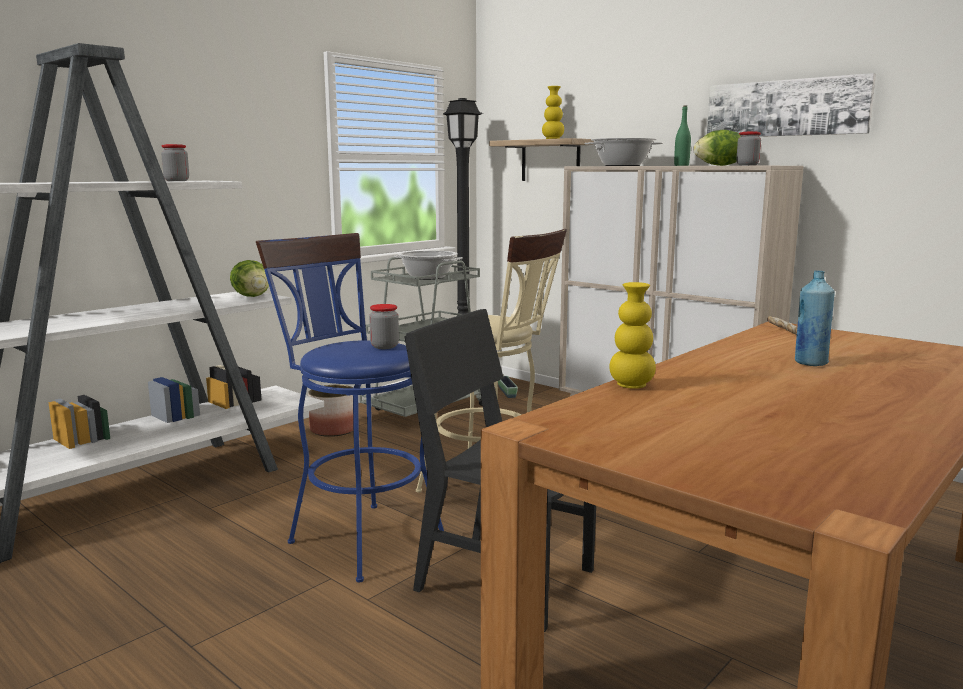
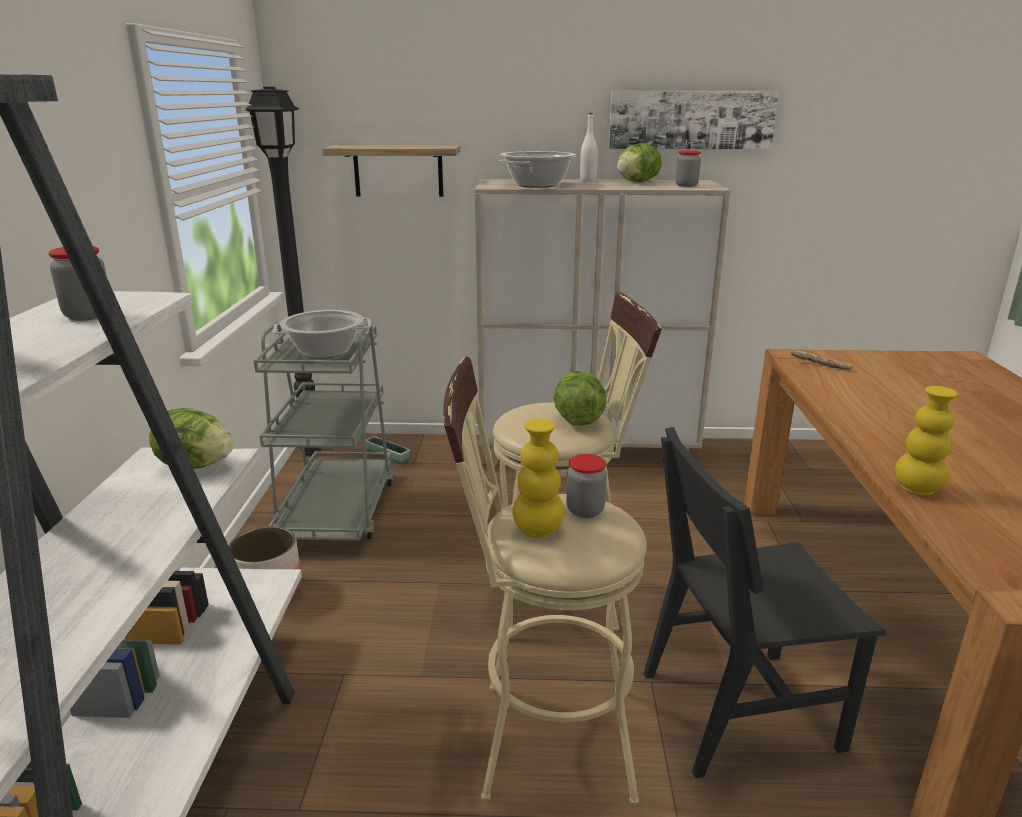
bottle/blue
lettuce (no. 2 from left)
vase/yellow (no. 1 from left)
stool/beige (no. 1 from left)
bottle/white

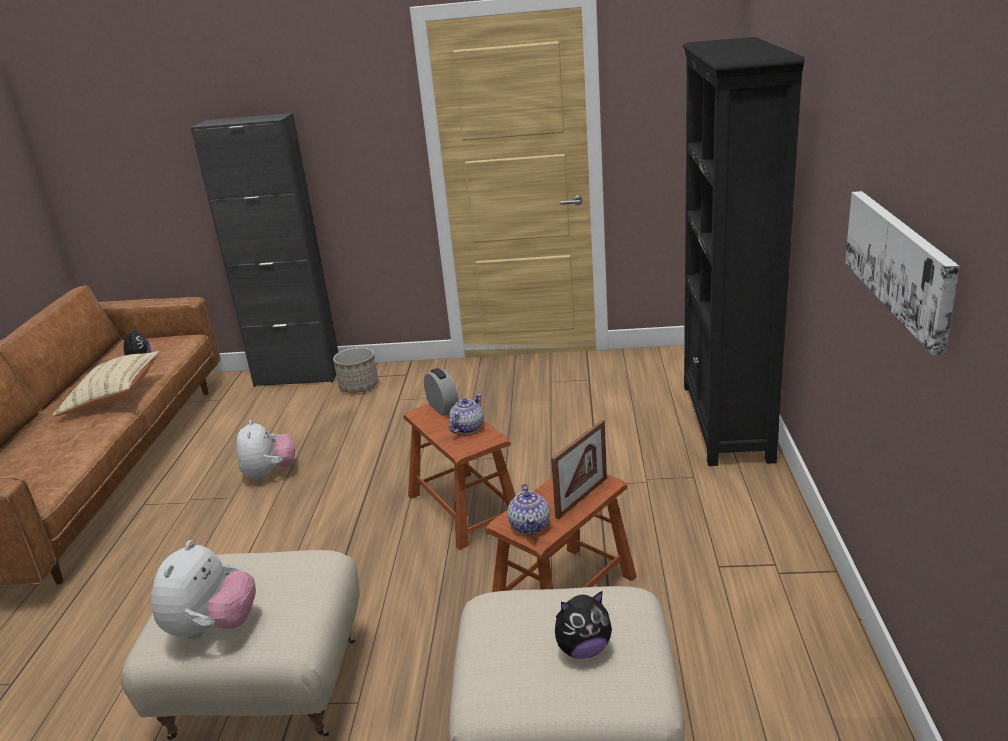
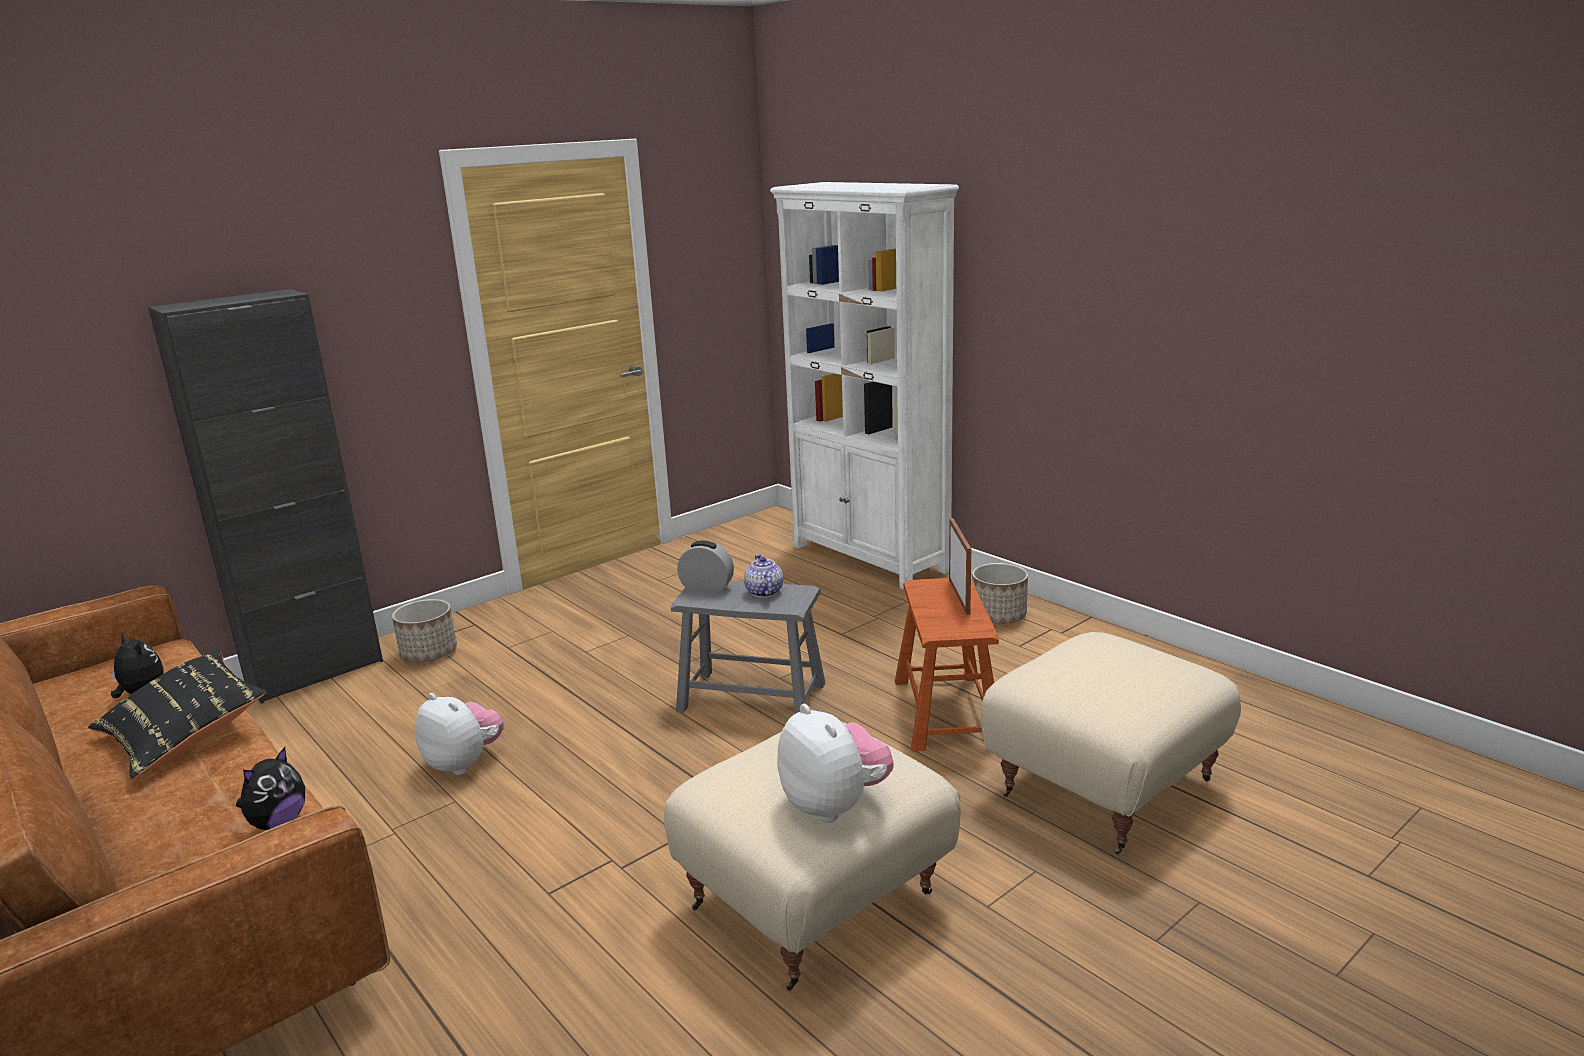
teapot (no. 2 from left in the first image)
picture
planter (no. 2 from left)
plush toy (no. 2 from left)
pillow/black
stool/grey
bookcase/white

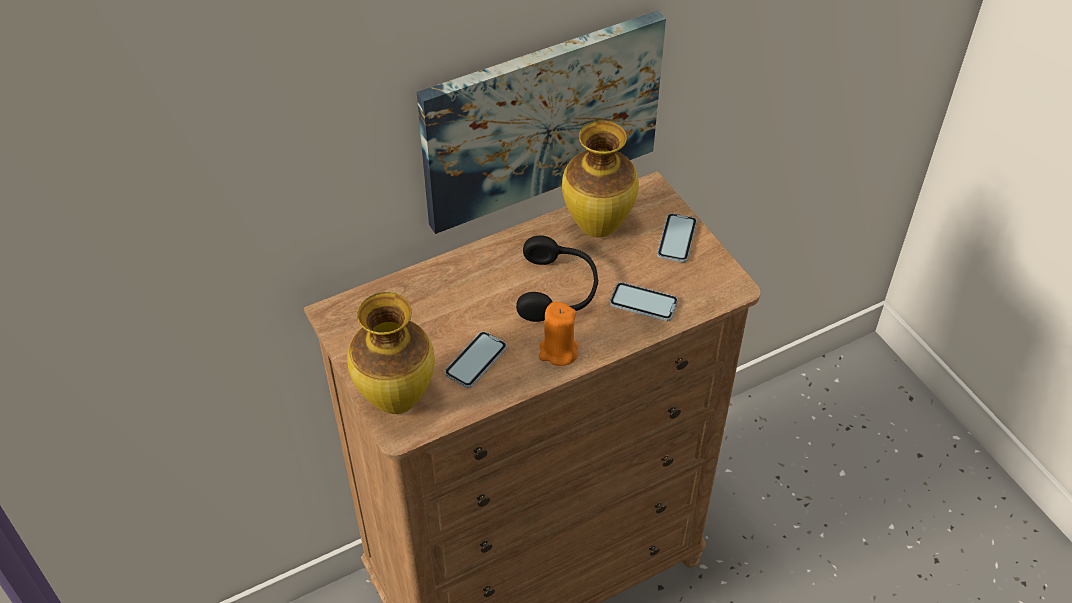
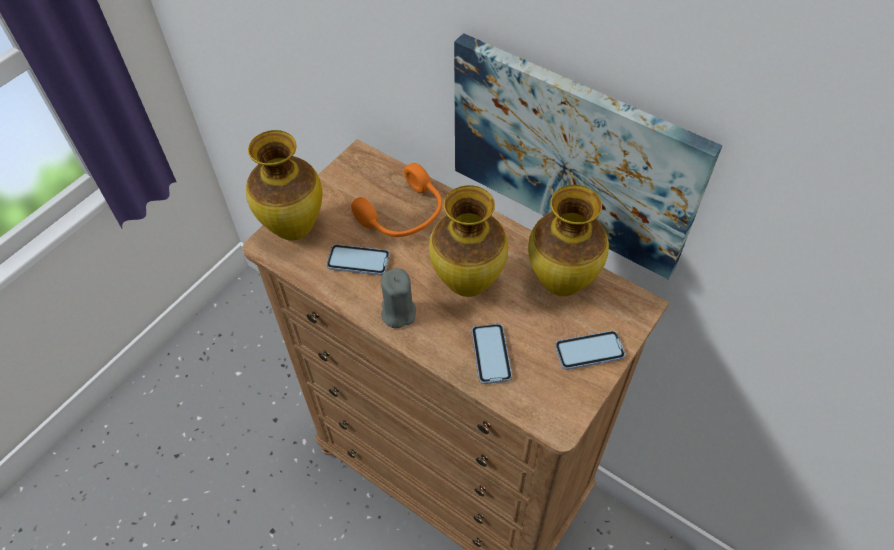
headphones/orange
vase (no. 2 from left)
candle/grey

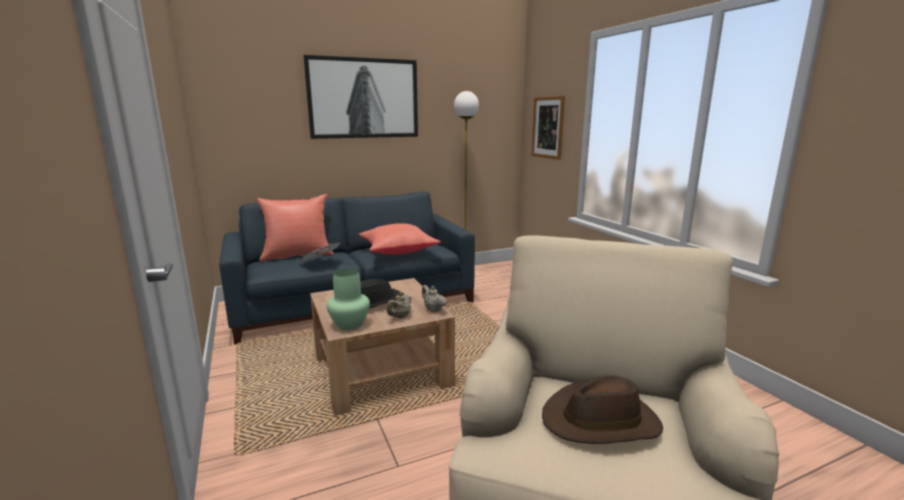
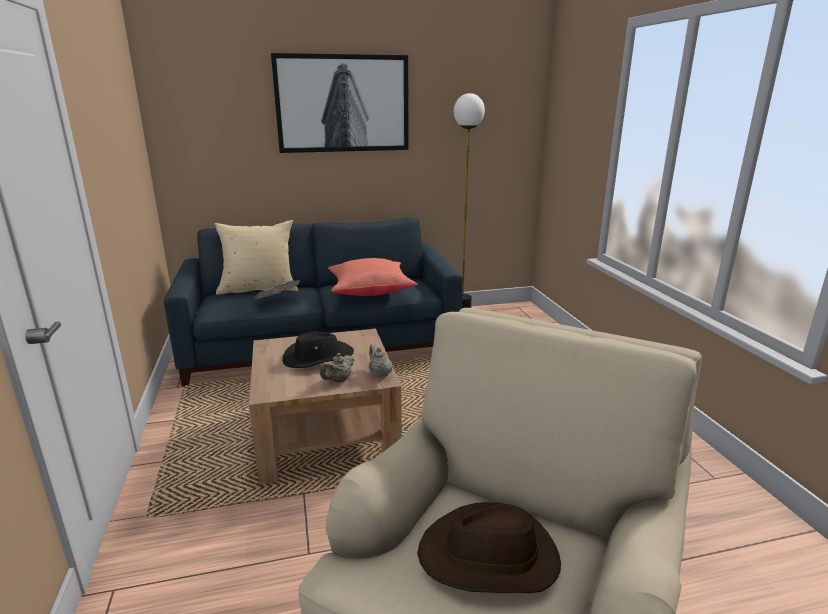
vase/green
picture (no. 2 from left in the first image)
pillow/beige

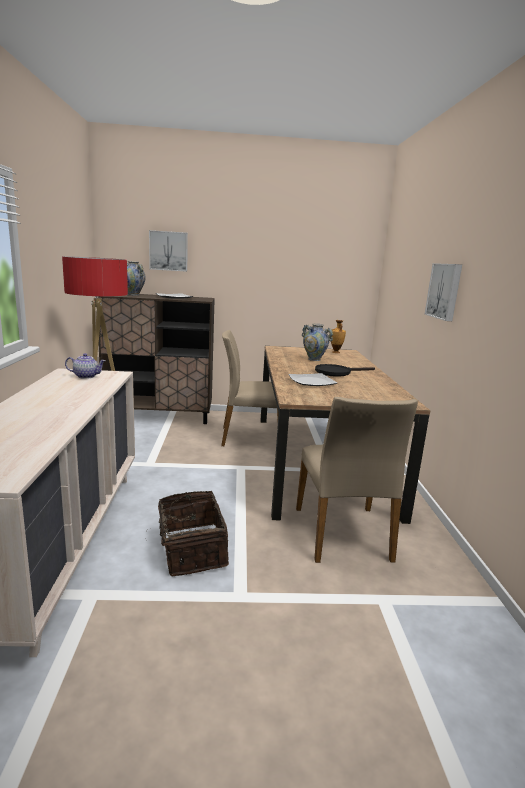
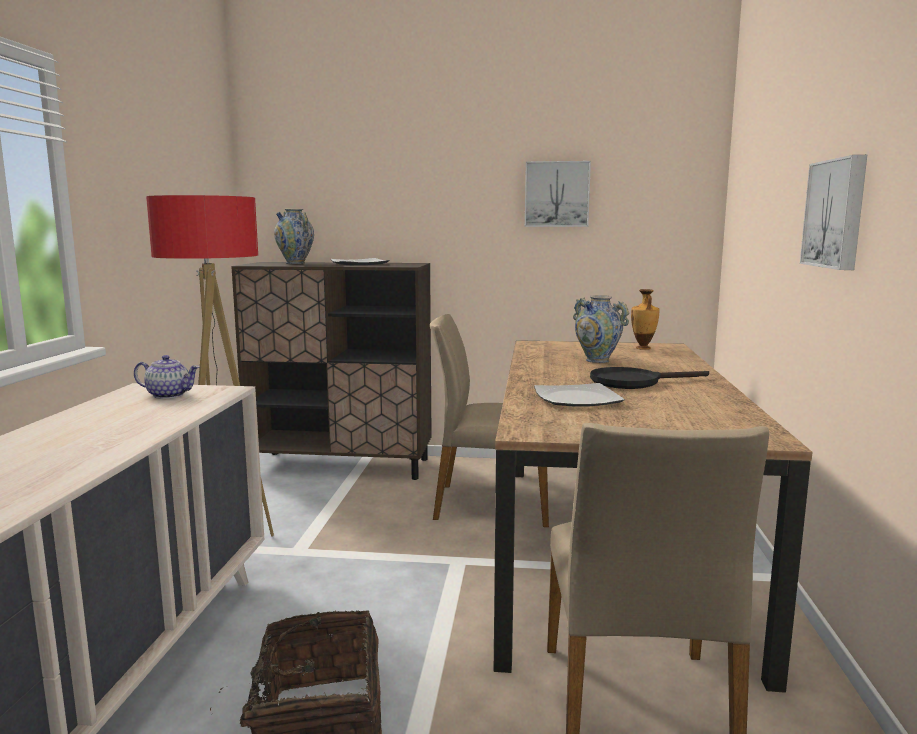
picture (no. 1 from left)

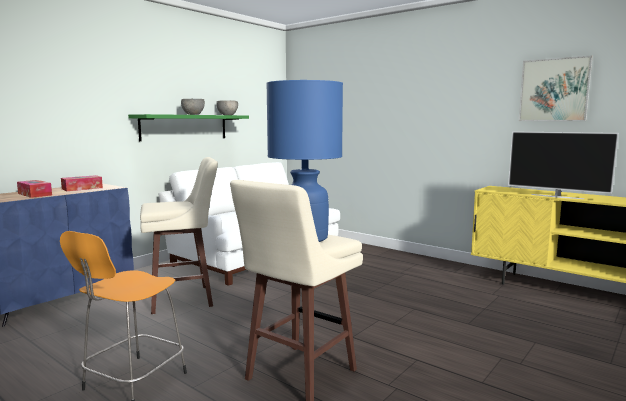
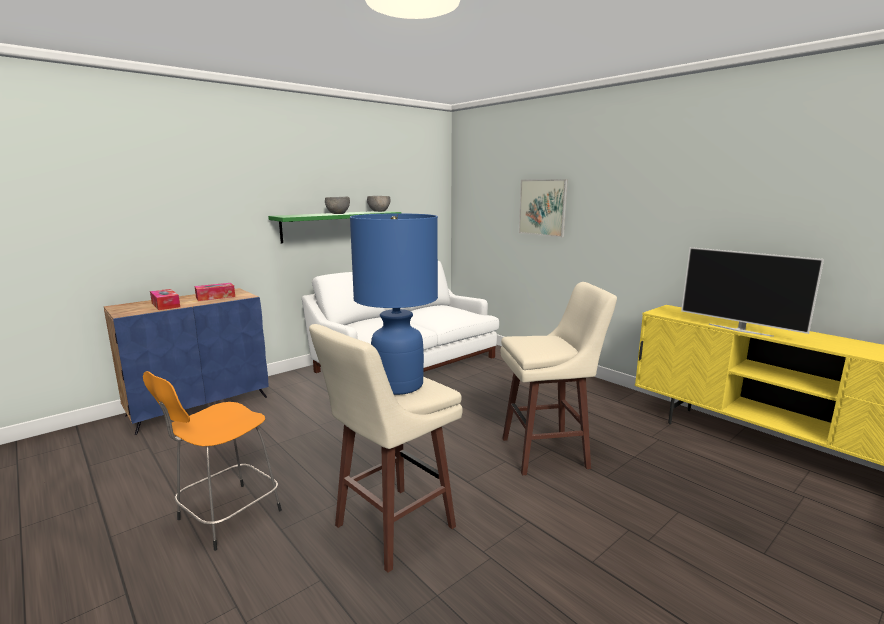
stool/beige (no. 2 from left)
picture

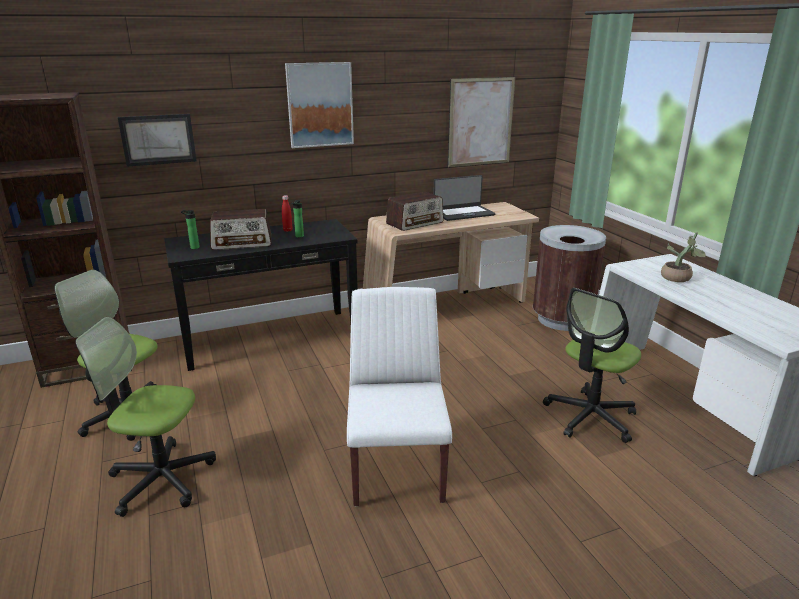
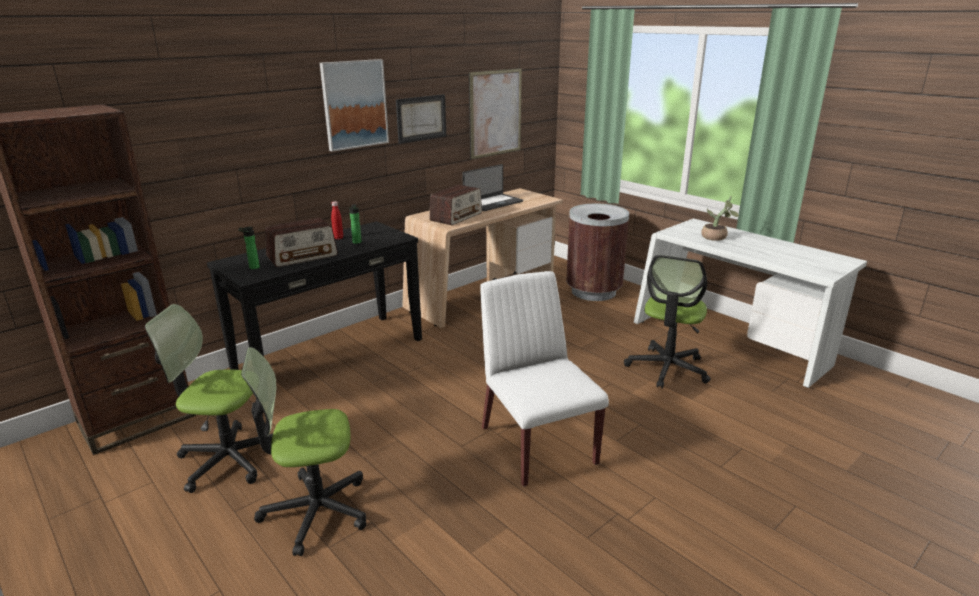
picture (no. 2 from left)

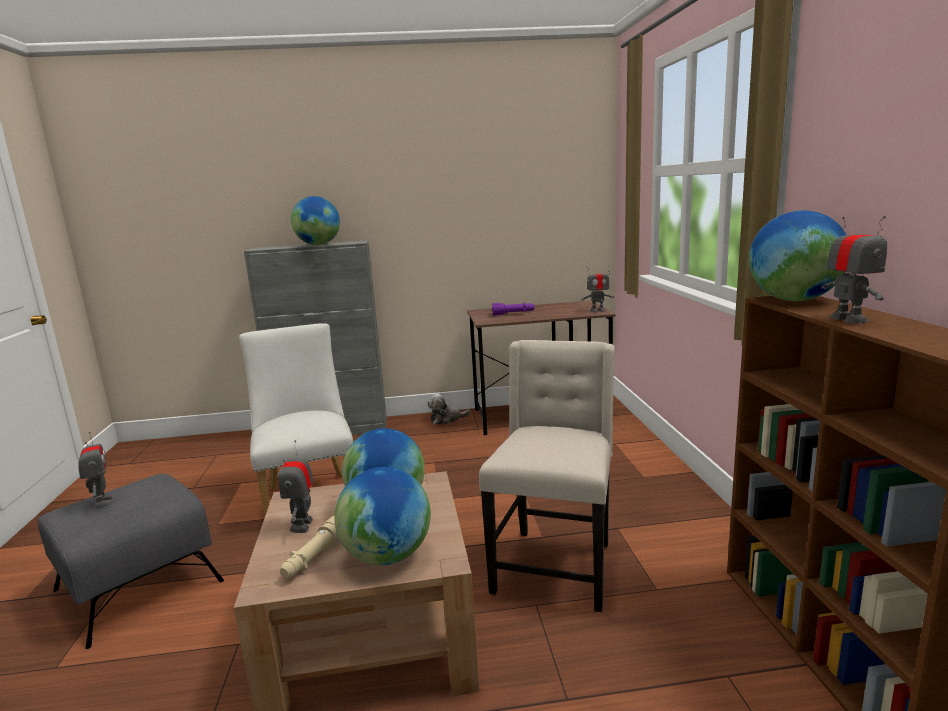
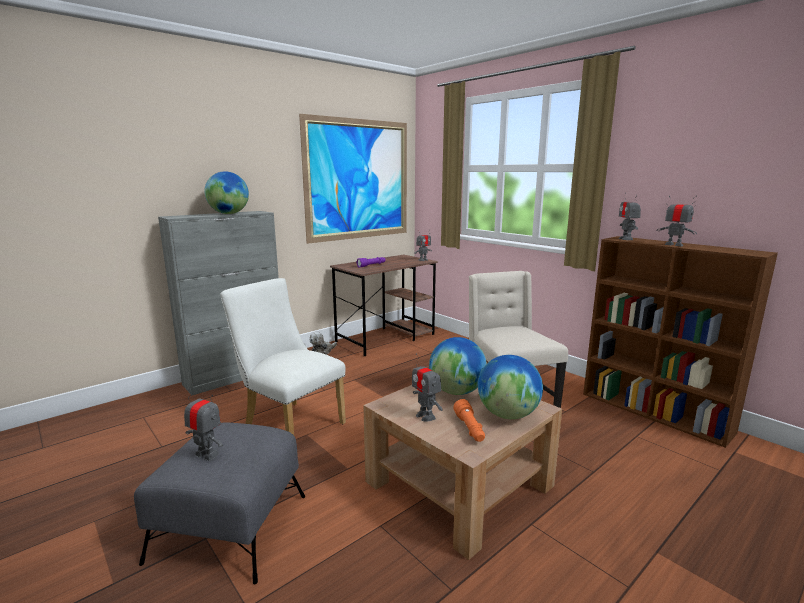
picture
toy robot (no. 4 from left)
flashlight/orange

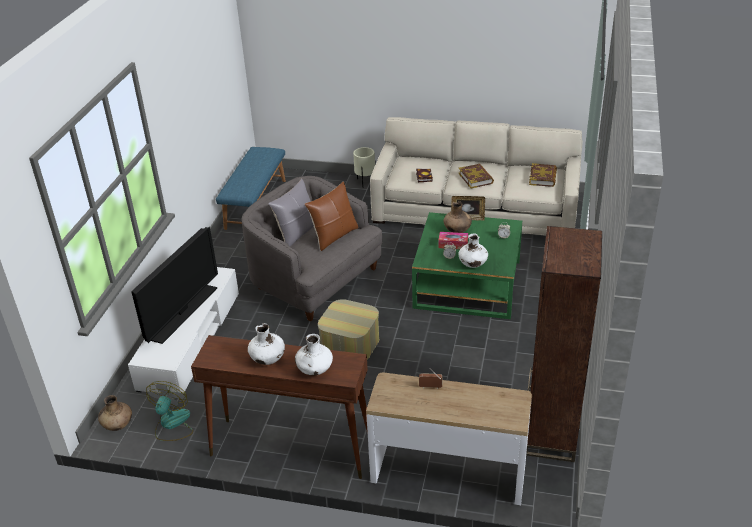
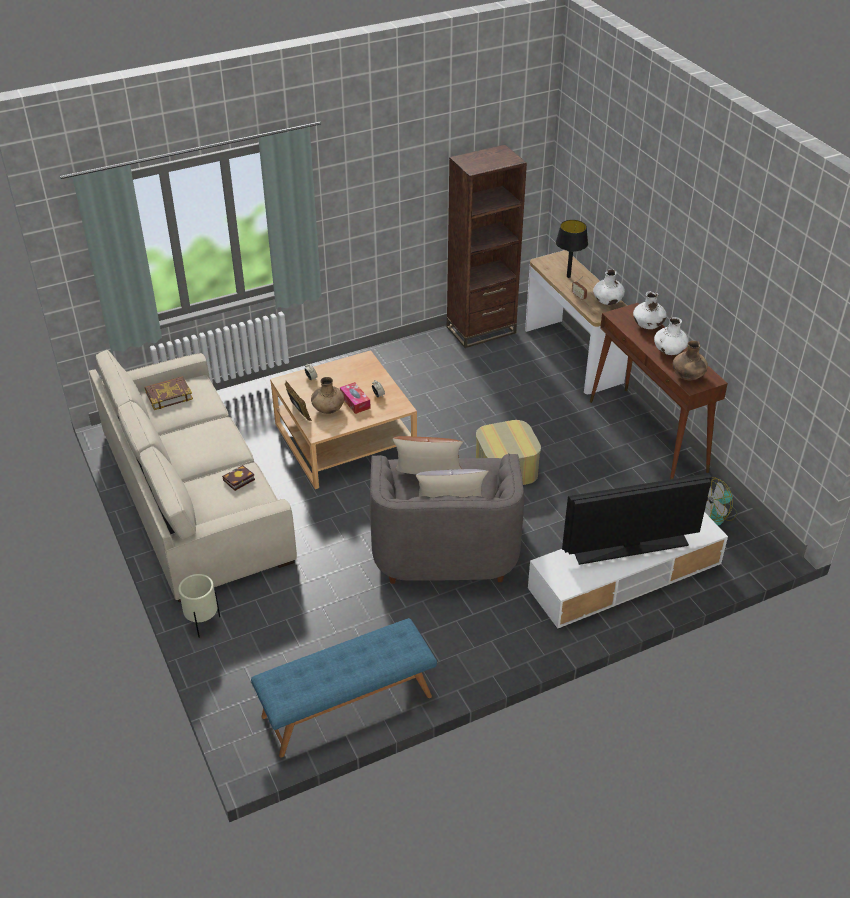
book (no. 2 from left in the first image)
table lamp/black
vase/brown (no. 2 from left)
vase/white (no. 1 from left)
coffee table/beige

